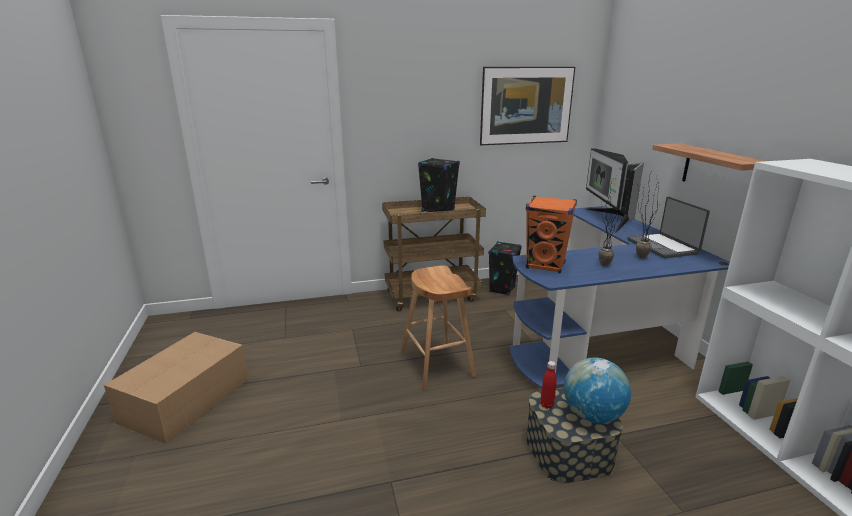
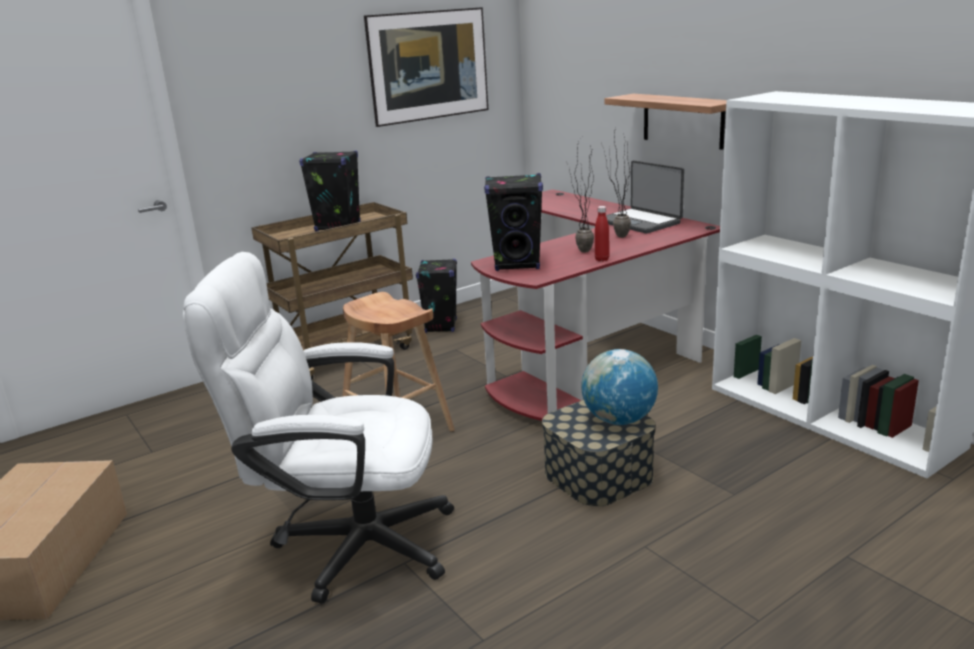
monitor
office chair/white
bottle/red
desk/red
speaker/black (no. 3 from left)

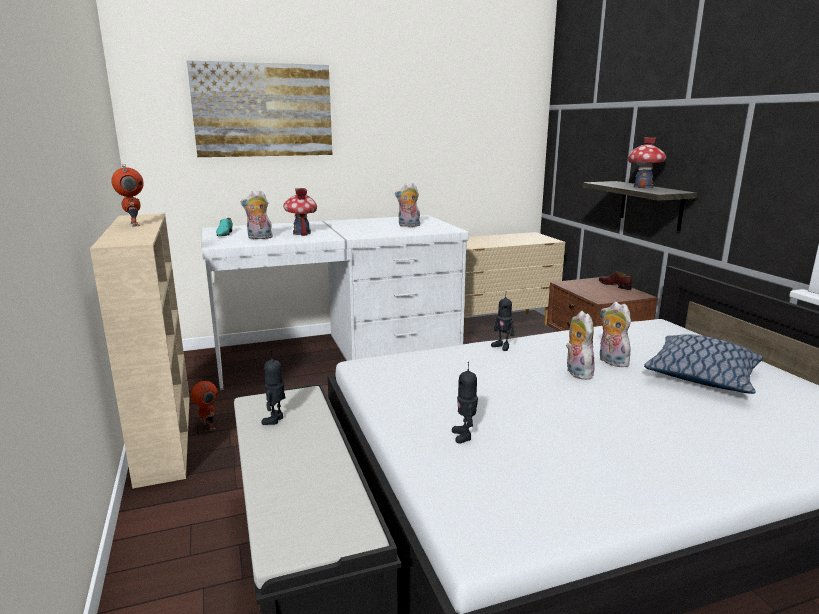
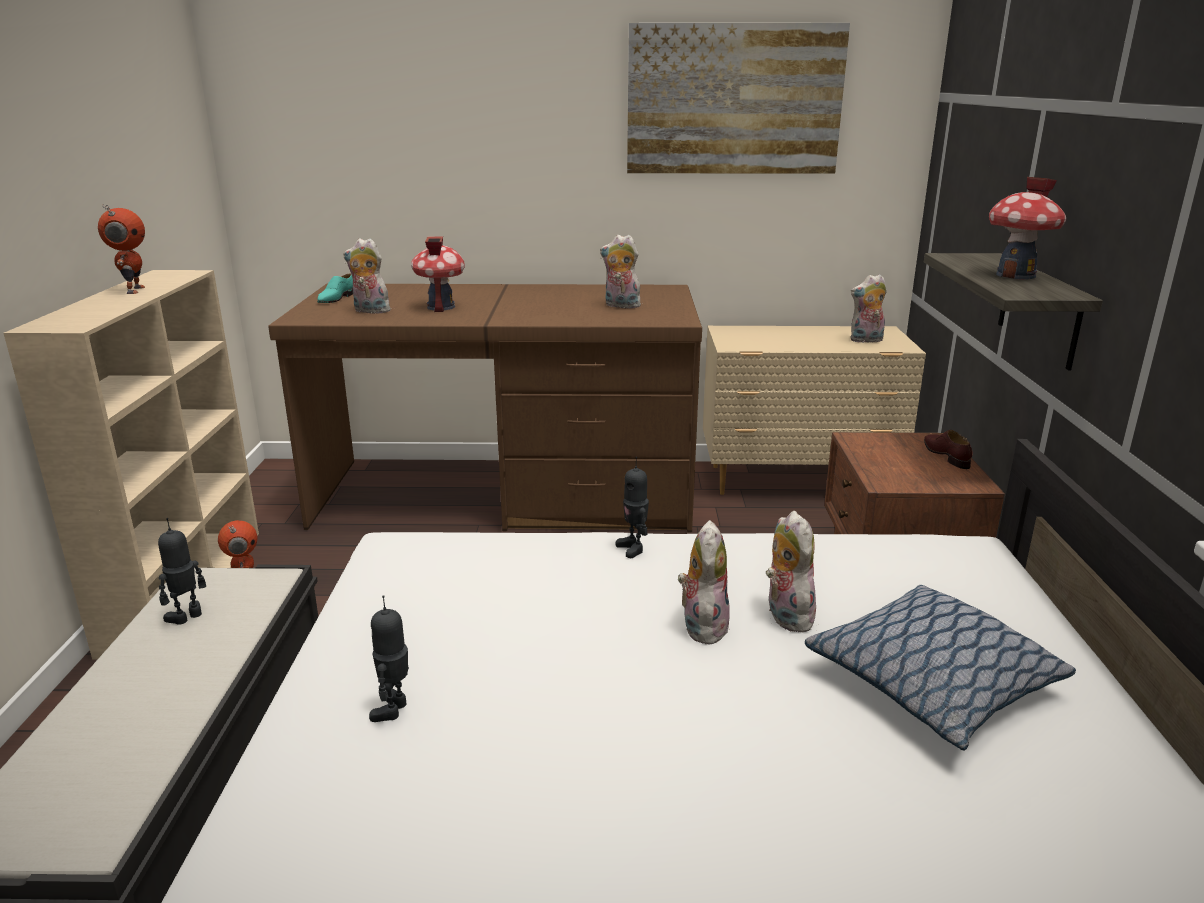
plush toy (no. 5 from left)
picture
desk/brown

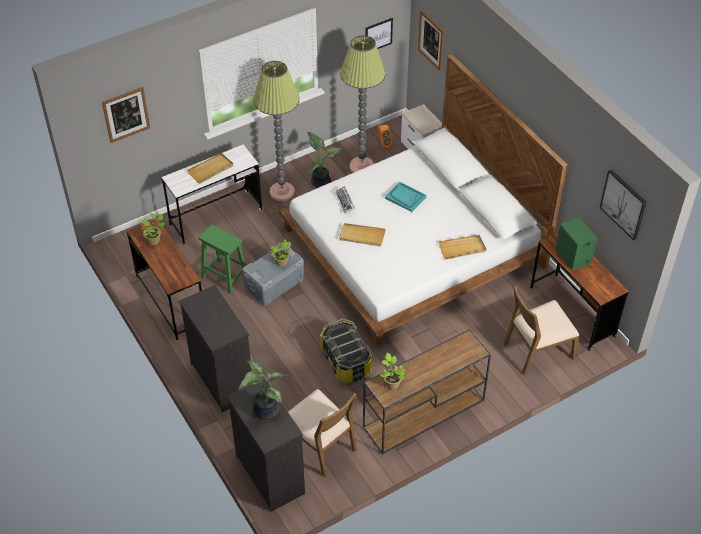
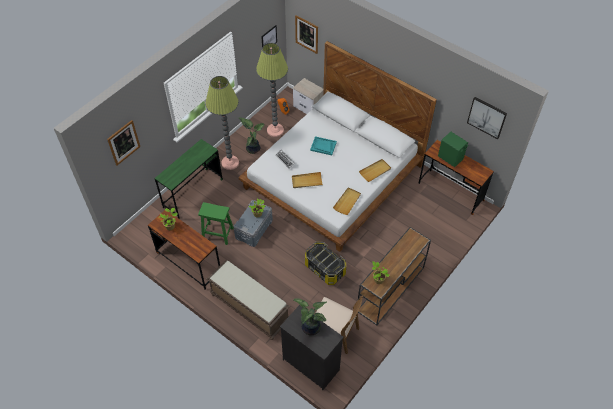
chair/brown (no. 2 from left in the first image)
tray/beige (no. 2 from left)
bench/brown
desk/green

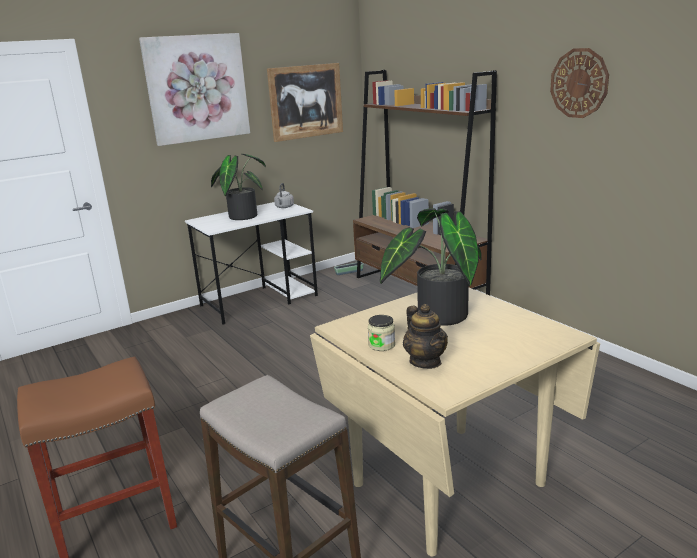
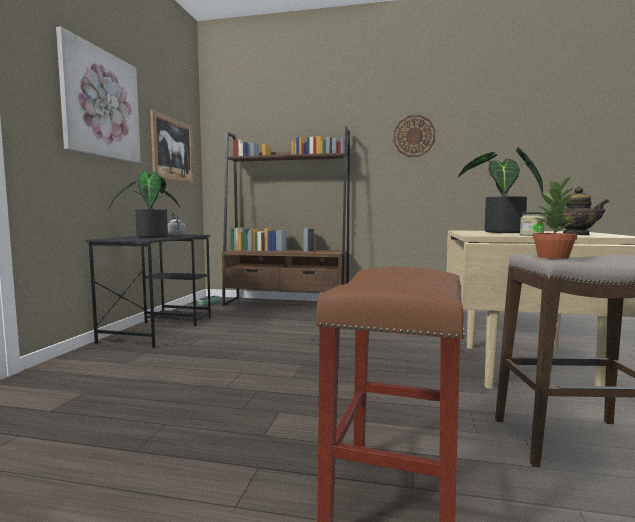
potted plant (no. 3 from left)
desk/black

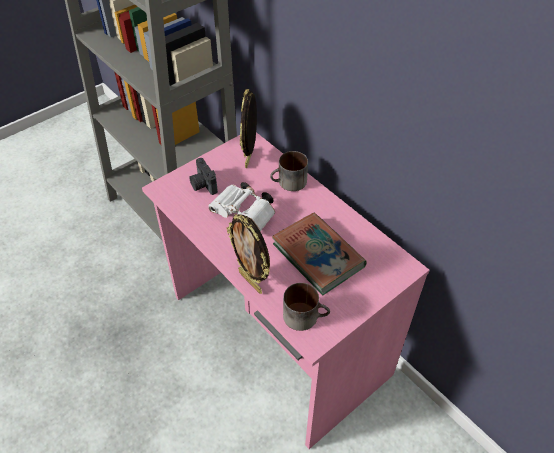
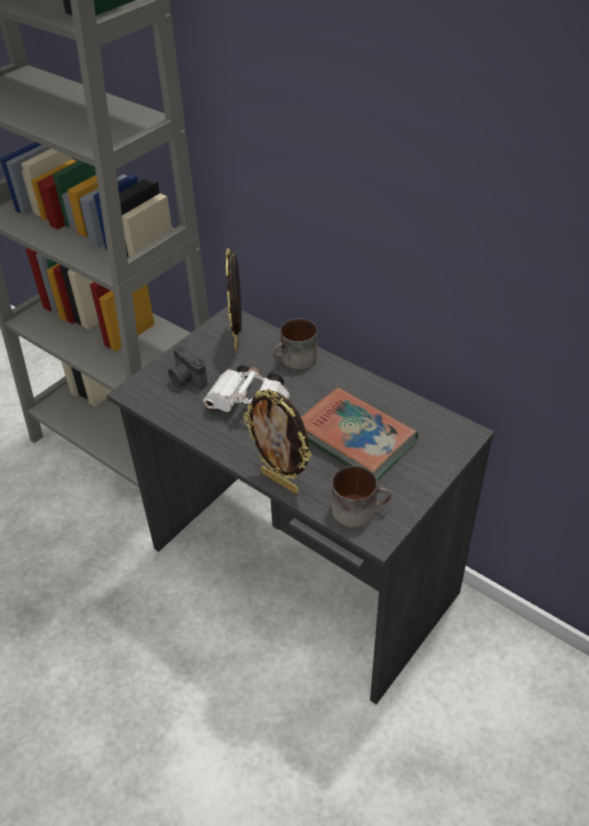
desk/grey

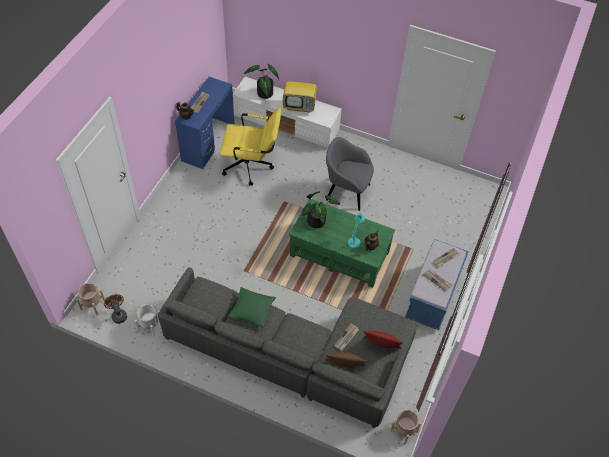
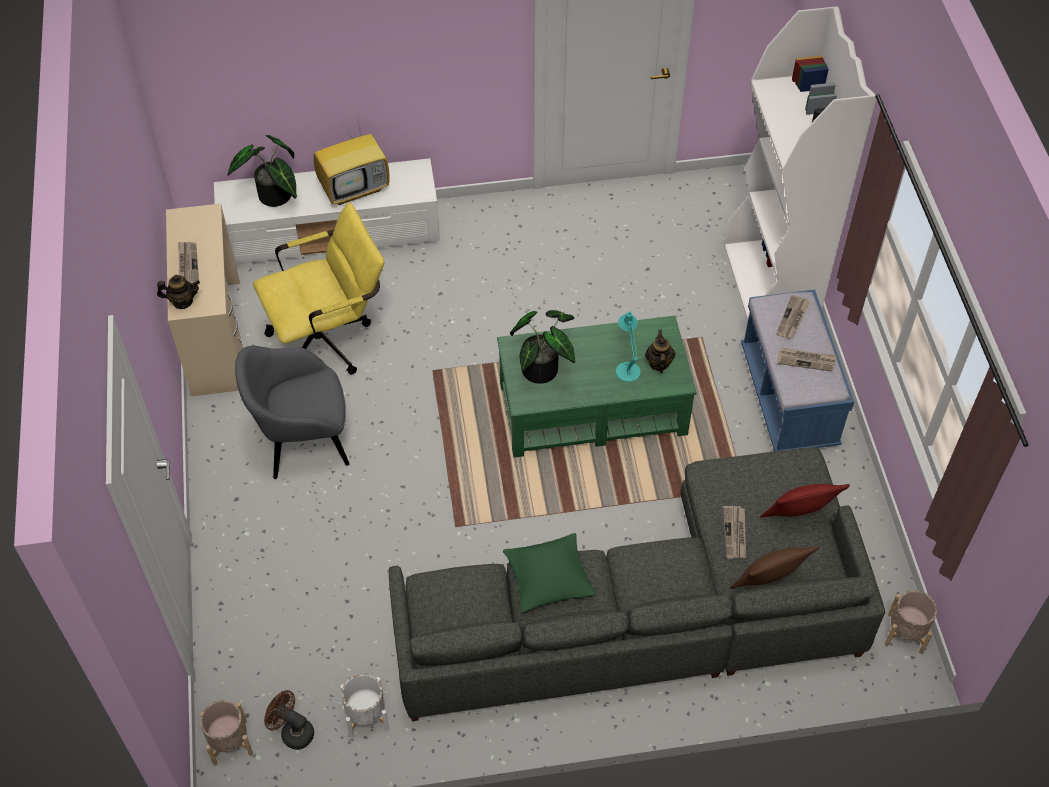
bookcase/white
armchair/grey
desk/beige

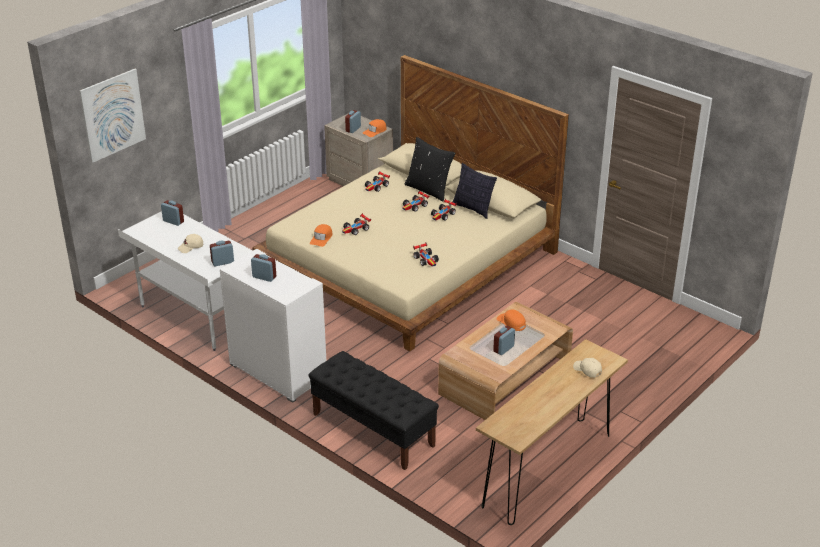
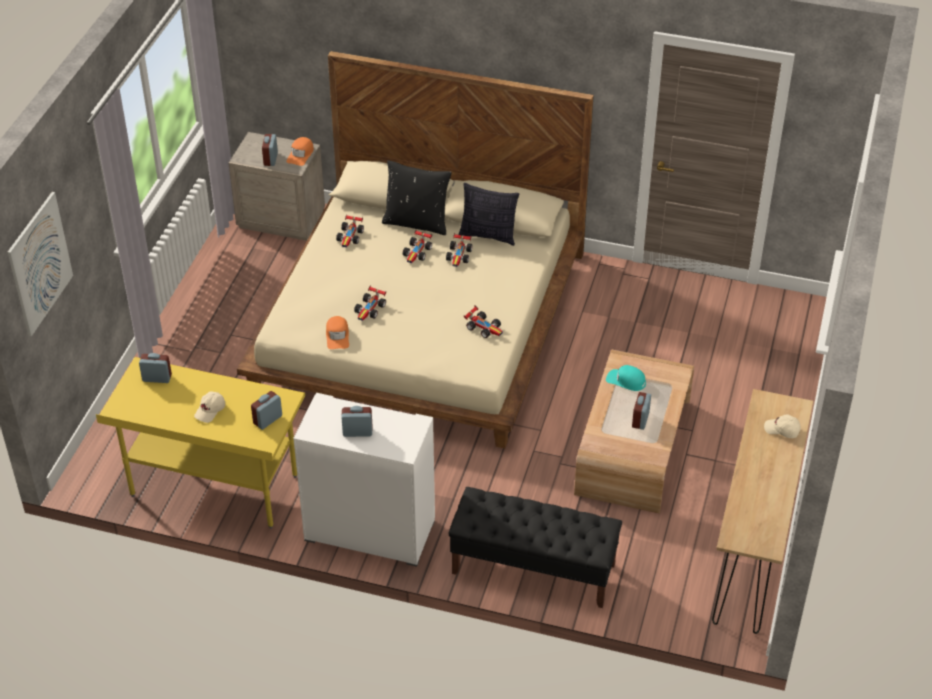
desk/yellow
cap/turquoise

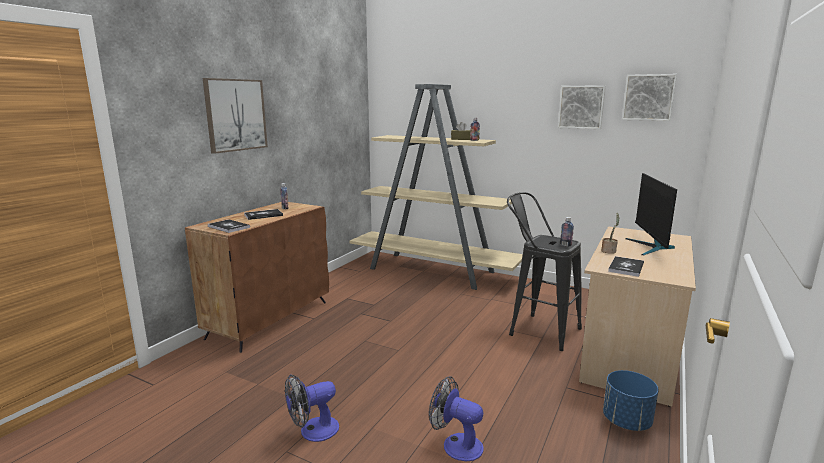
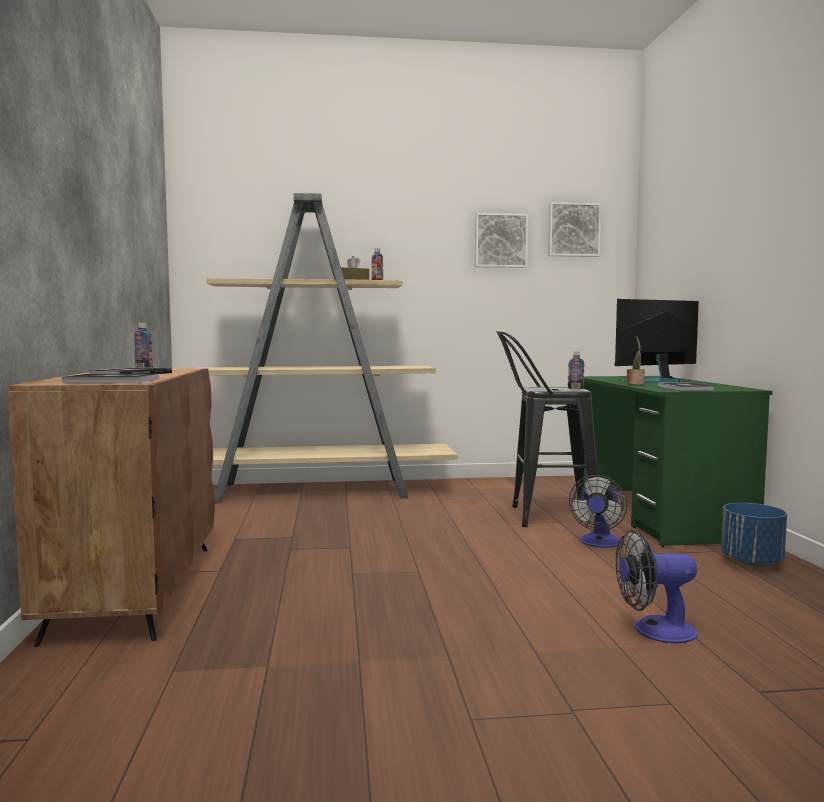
picture (no. 1 from left in the first image)
fan (no. 1 from left)
desk/green
monitor

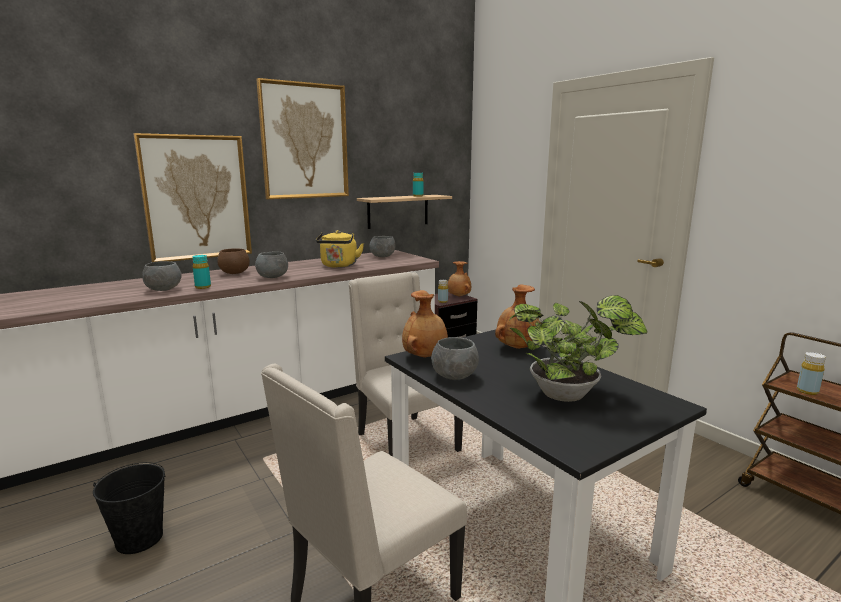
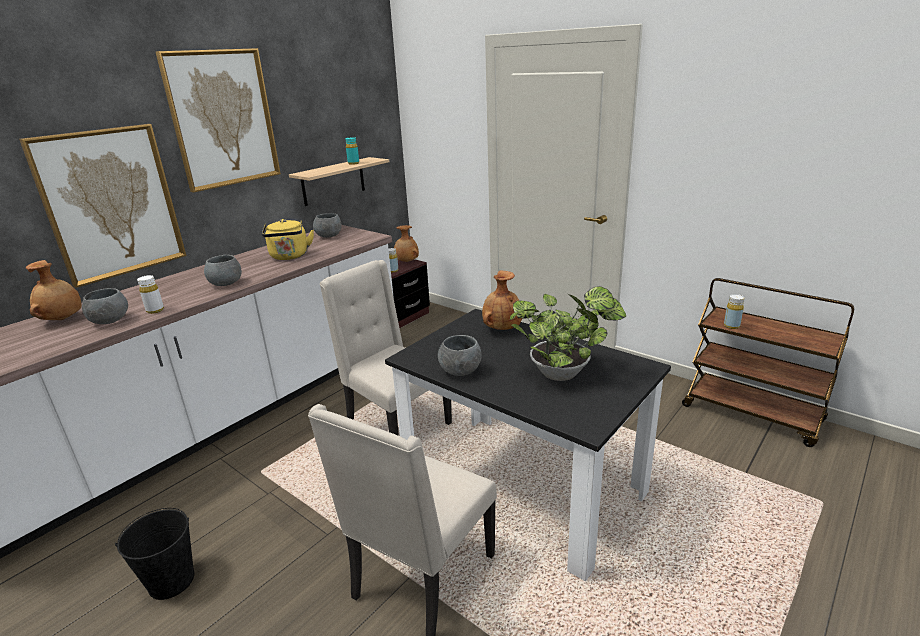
bowl/brown
vase/brown (no. 1 from left)
bottle/white

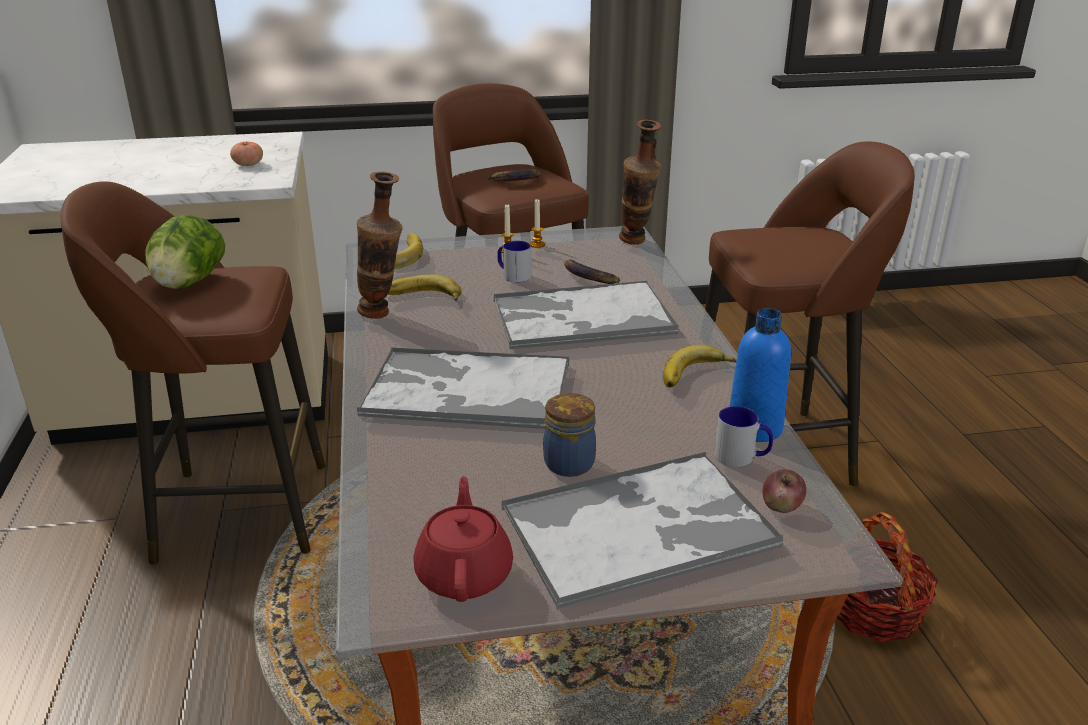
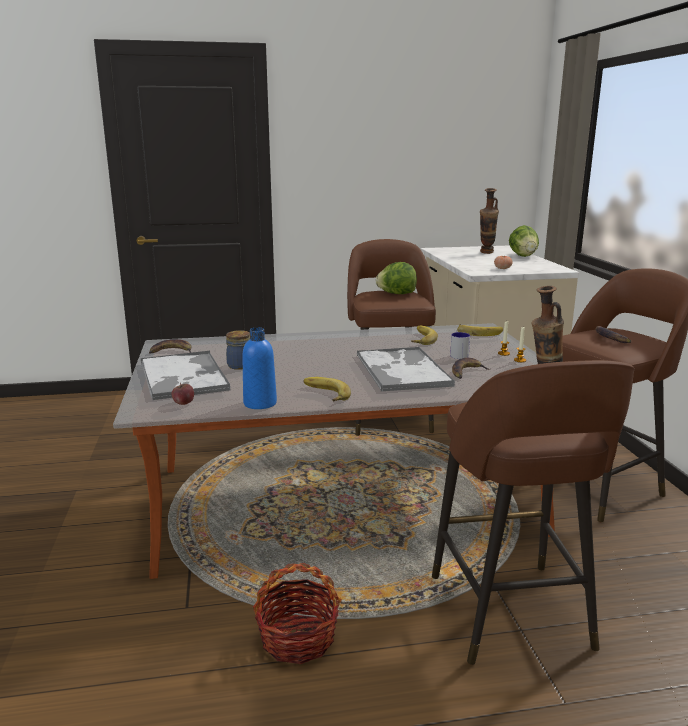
tray (no. 1 from left in the first image)
mug (no. 2 from left in the first image)
lettuce (no. 2 from left)
vase (no. 1 from left)
banana (no. 1 from left)

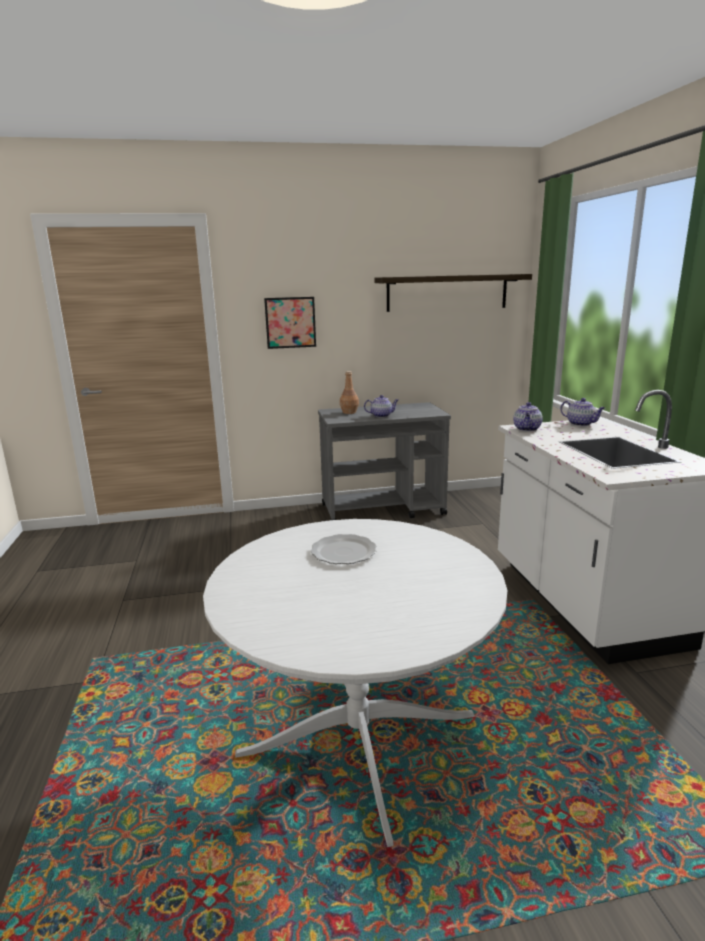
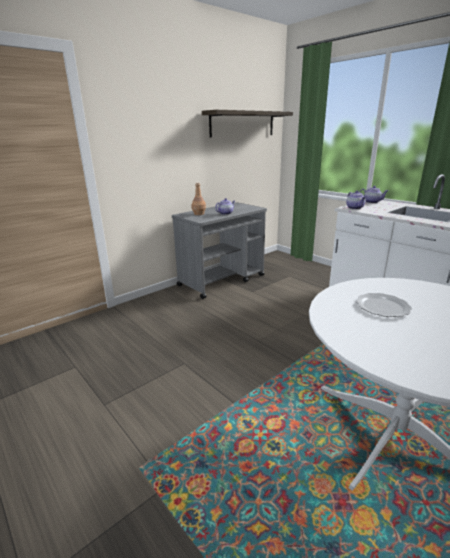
picture

